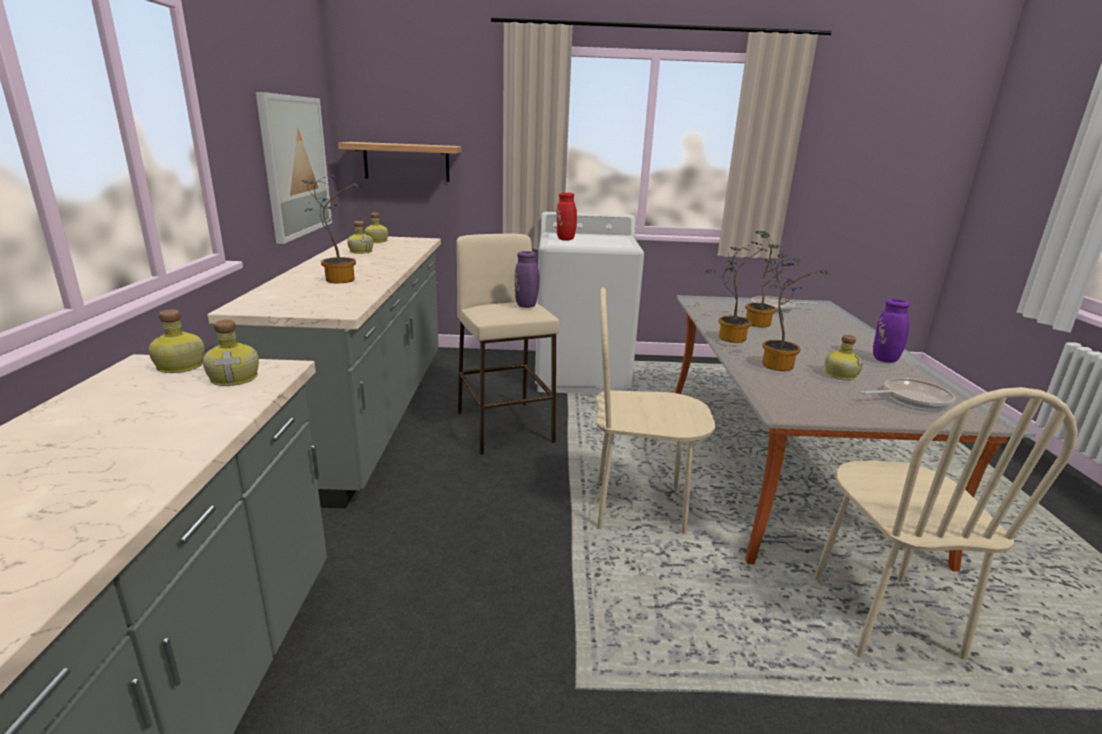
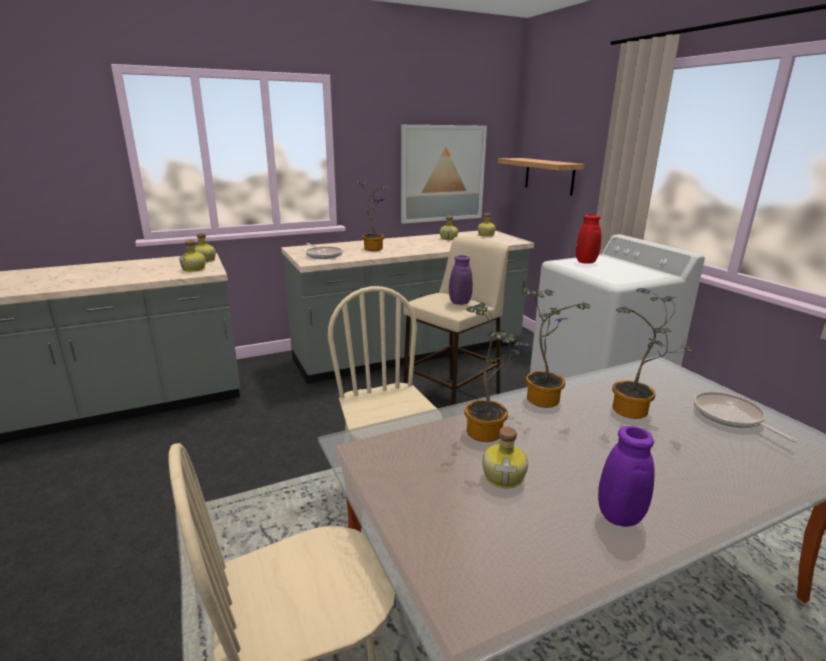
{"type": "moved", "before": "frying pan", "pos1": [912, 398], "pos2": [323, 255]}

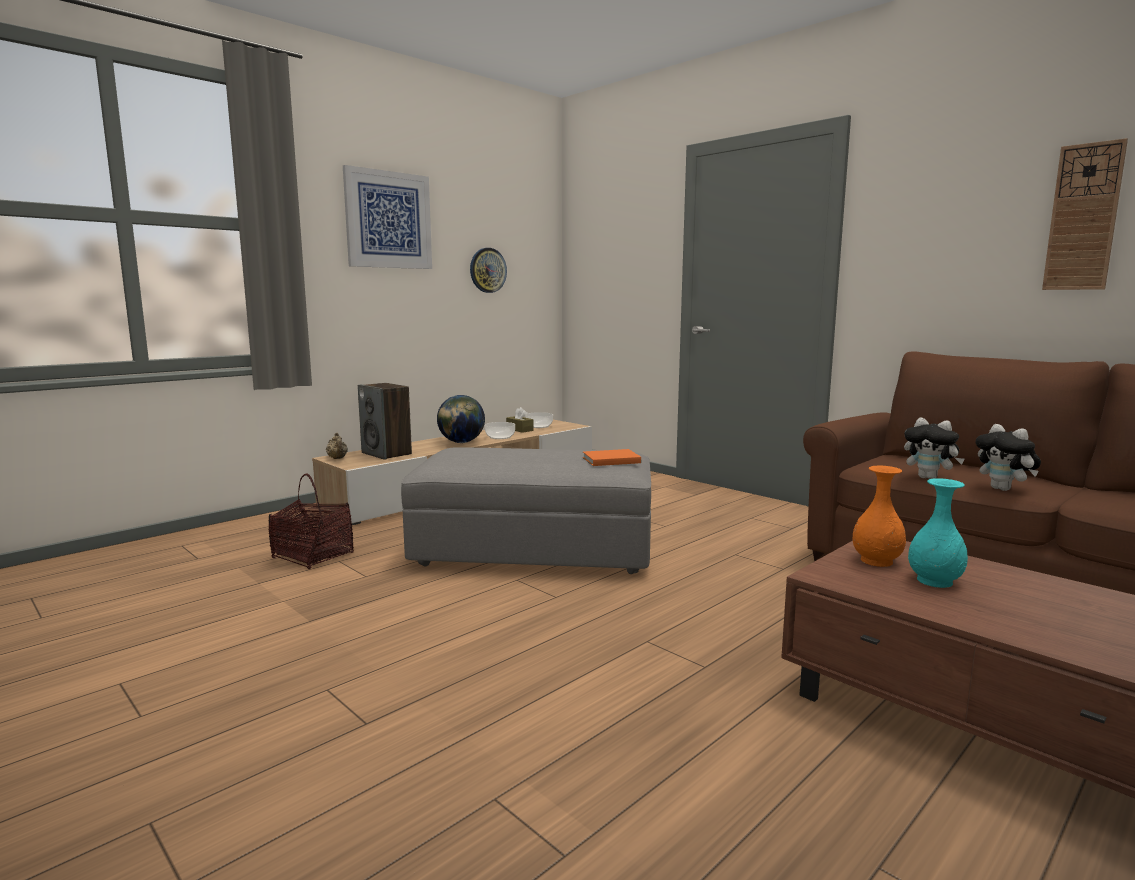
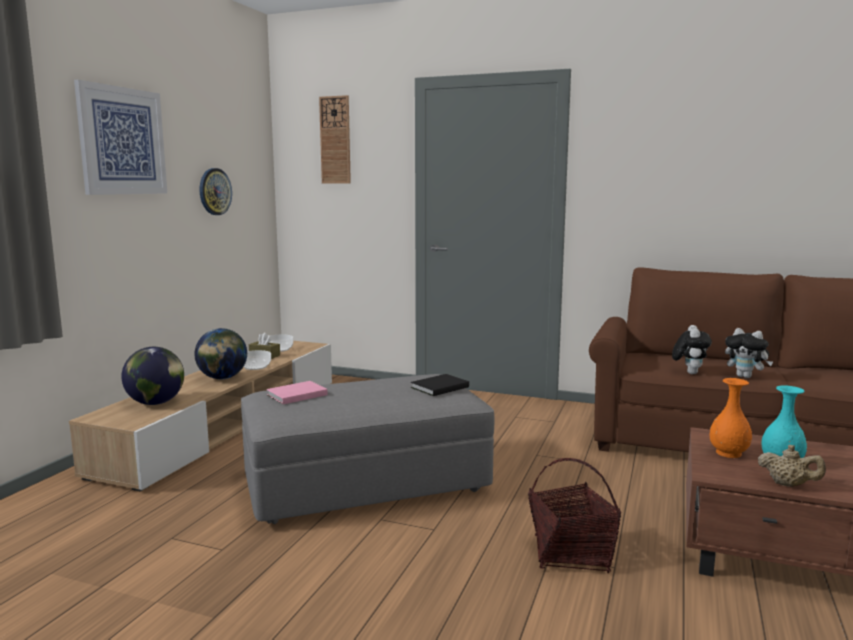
{"type": "moved", "before": "storage basket", "pos1": [313, 556], "pos2": [571, 554]}
{"type": "moved", "before": "beige pot for tea", "pos1": [337, 458], "pos2": [788, 485]}
{"type": "replaced", "before": "loudspeaker", "after": "desk globe", "pos1": [387, 453], "pos2": [156, 403]}
{"type": "recoloured", "before": "orange bound book", "after": "blackish bound book", "pos1": [609, 460], "pos2": [438, 387]}
{"type": "turned", "before": "soft toy", "pos1": [929, 478], "pos2": [689, 372], "turn": -90}
{"type": "moved", "before": "clock on the wall", "pos1": [1083, 217], "pos2": [335, 140]}
{"type": "added", "after": "pink-coloured bound book", "pos2": [295, 395]}

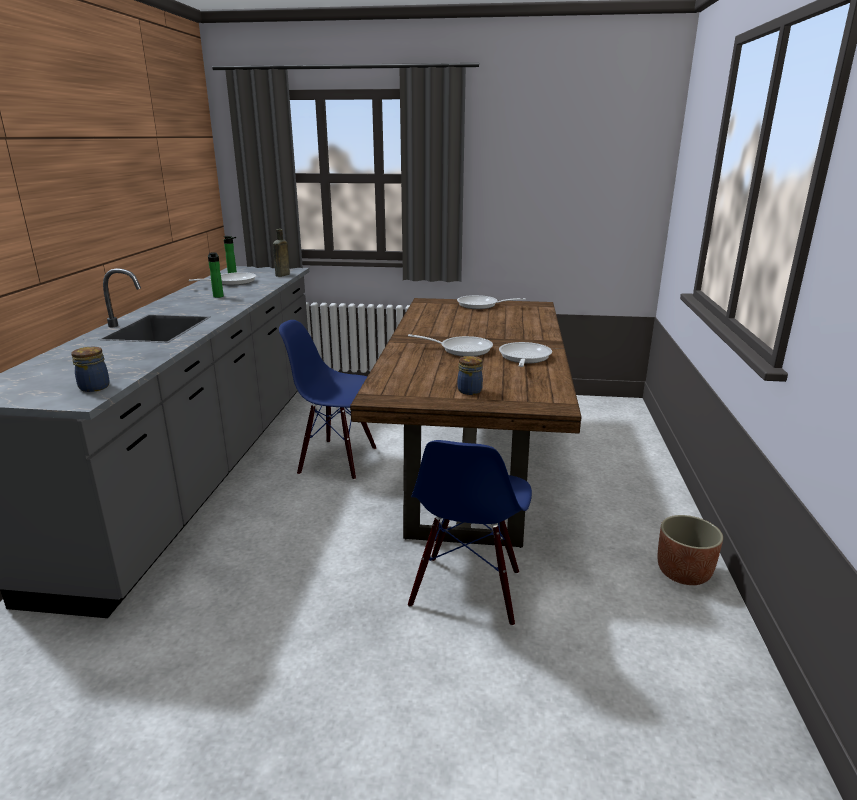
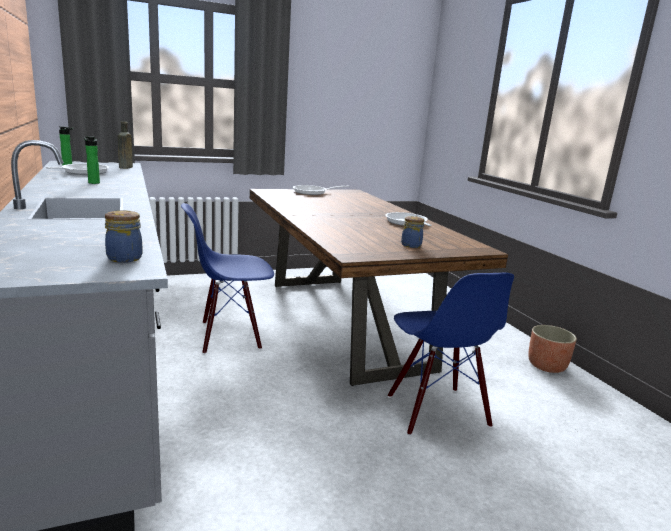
{"type": "removed", "before": "frying pan", "pos1": [461, 349]}

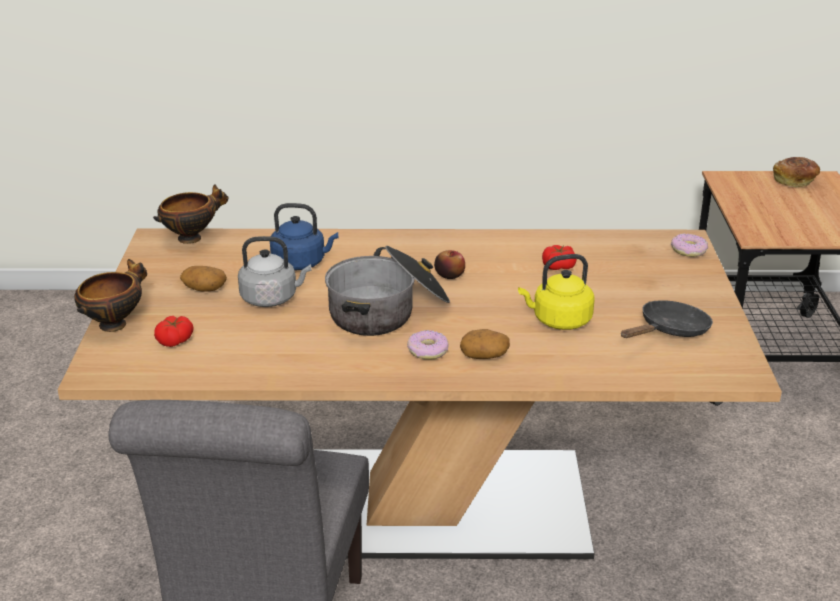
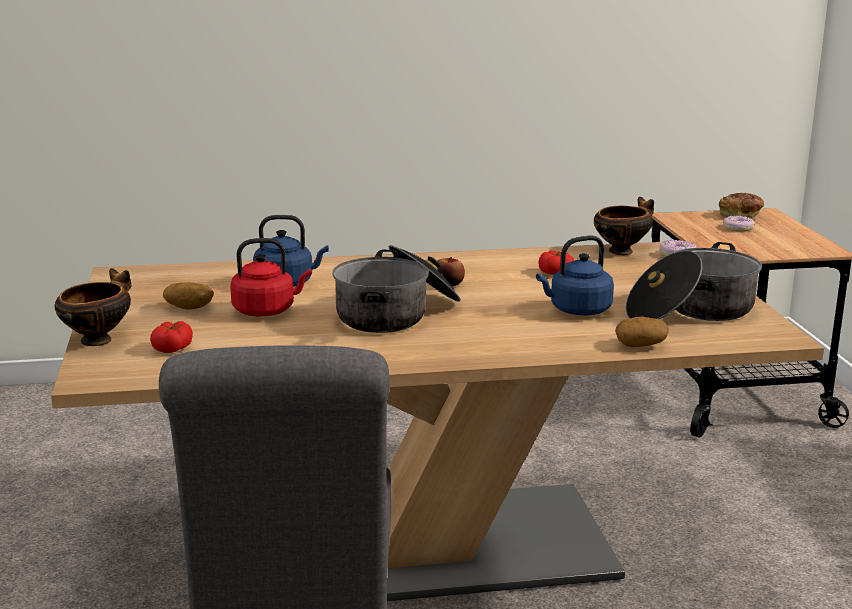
{"type": "moved", "before": "serving bowl", "pos1": [192, 237], "pos2": [622, 251]}
{"type": "recoloured", "before": "greyish tea kettle", "after": "red tea kettle", "pos1": [272, 298], "pos2": [267, 311]}
{"type": "moved", "before": "doughnut", "pos1": [427, 351], "pos2": [737, 228]}
{"type": "moved", "before": "whole potato", "pos1": [484, 355], "pos2": [640, 345]}
{"type": "recoloured", "before": "yellow tea kettle", "after": "blue-coloured tea kettle", "pos1": [559, 321], "pos2": [577, 310]}
{"type": "replaced", "before": "blackish frying pan", "after": "saucepot", "pos1": [670, 331], "pos2": [691, 311]}

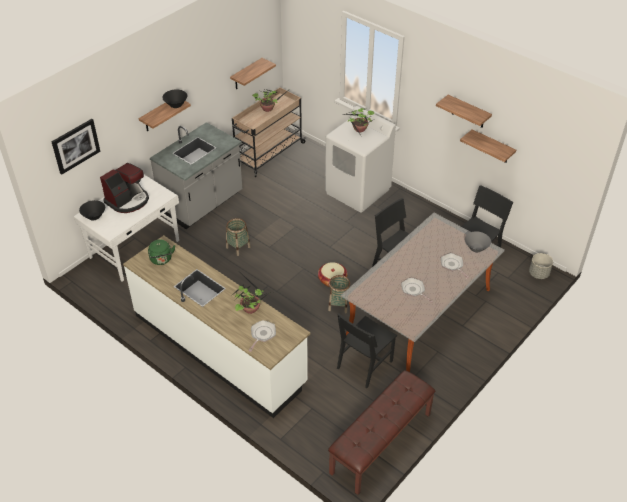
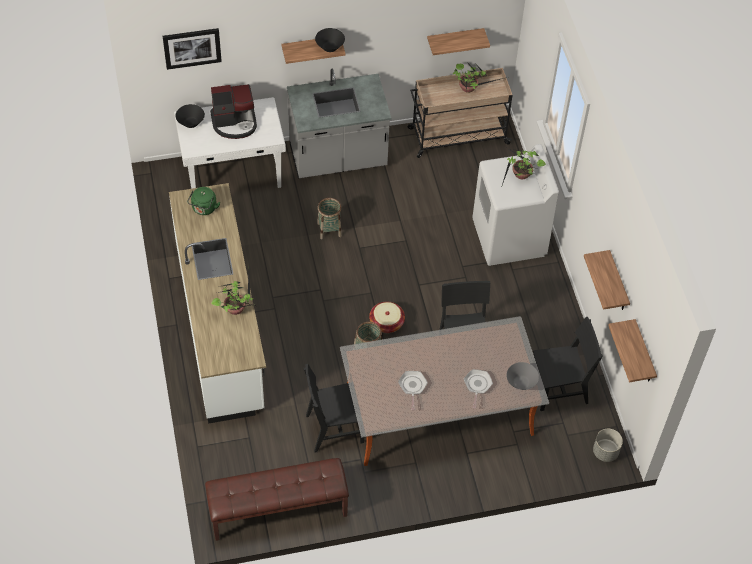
{"type": "removed", "before": "frying pan", "pos1": [262, 335]}
{"type": "moved", "before": "bracket shelf", "pos1": [468, 112], "pos2": [643, 354]}

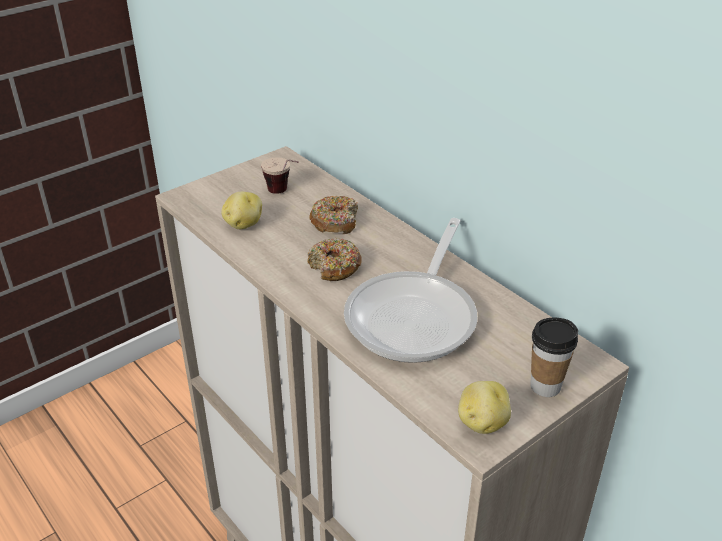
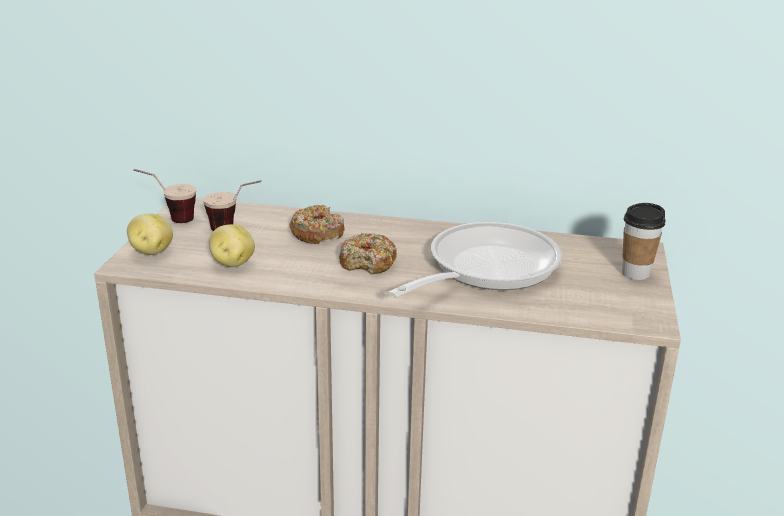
{"type": "turned", "before": "frying pan", "pos1": [416, 316], "pos2": [485, 269], "turn": -120}
{"type": "moved", "before": "whole potato", "pos1": [481, 422], "pos2": [150, 251]}
{"type": "added", "after": "cup", "pos2": [169, 219]}

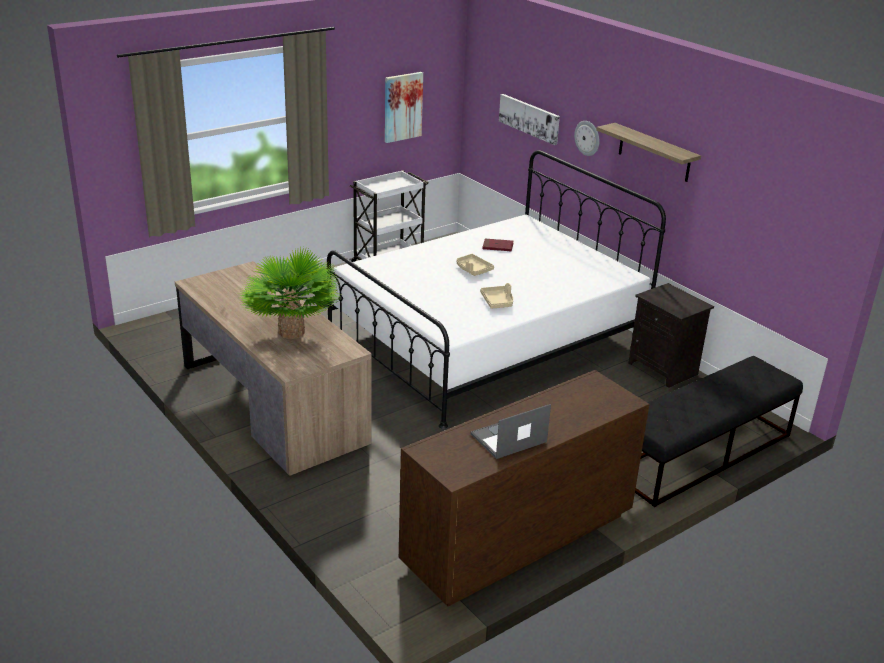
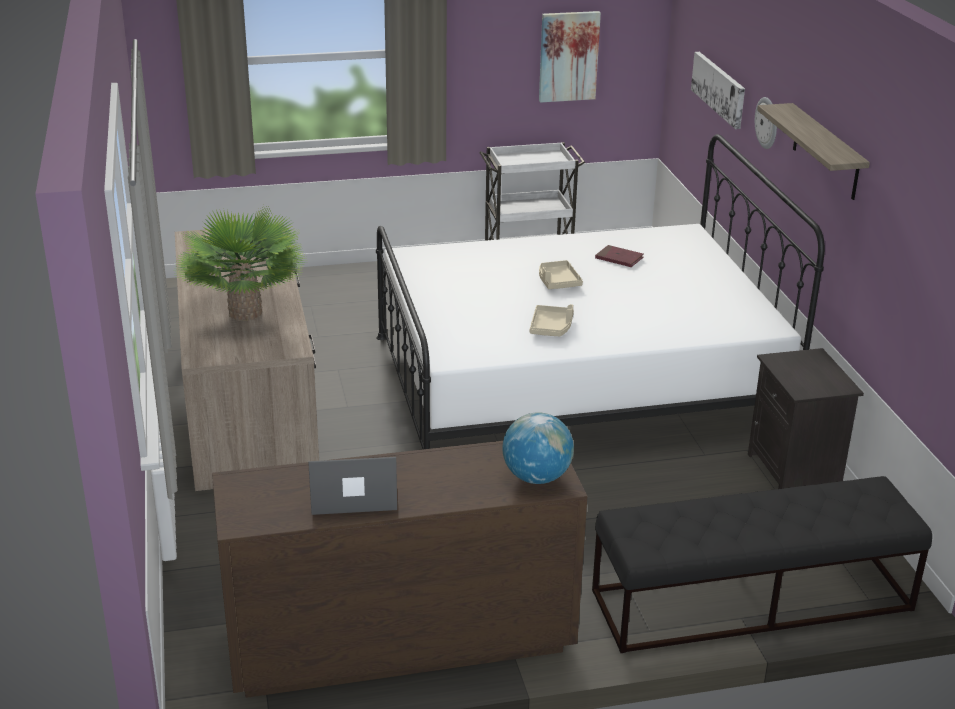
{"type": "added", "after": "desk globe", "pos2": [536, 477]}

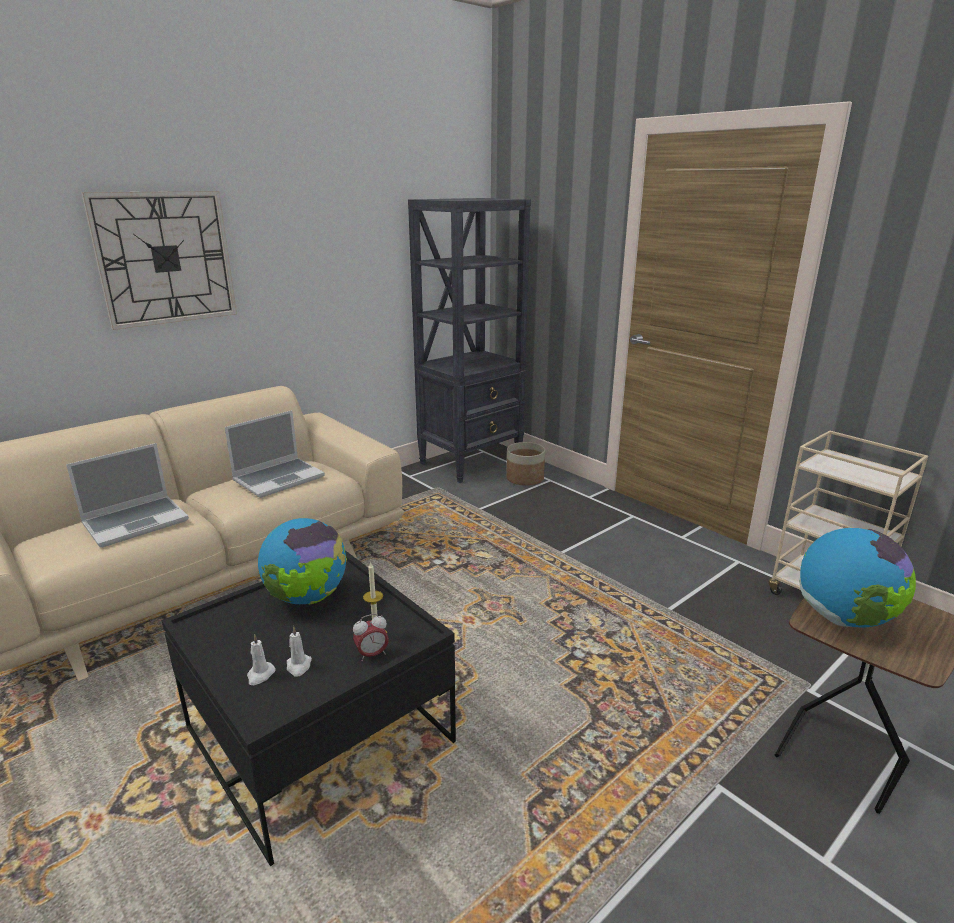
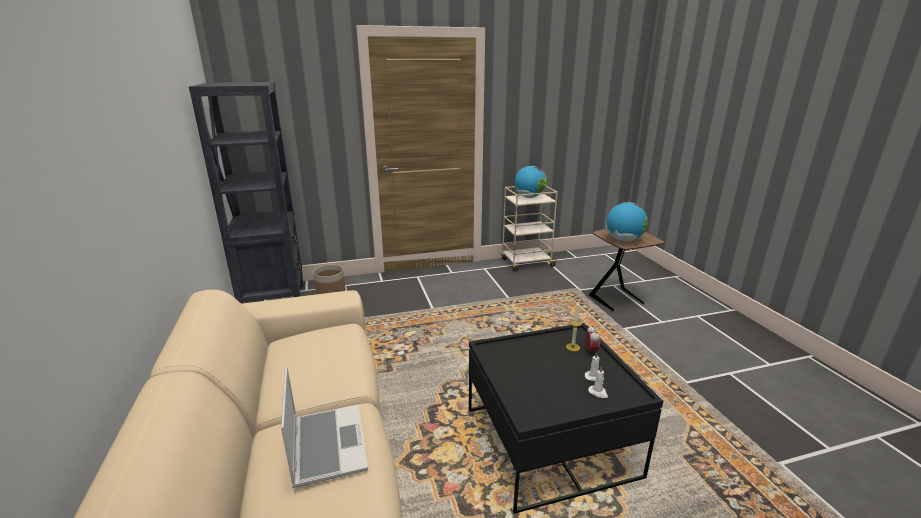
{"type": "removed", "before": "clock on the wall", "pos1": [165, 258]}
{"type": "removed", "before": "laptop", "pos1": [279, 478]}
{"type": "moved", "before": "desk globe", "pos1": [307, 597], "pos2": [529, 197]}

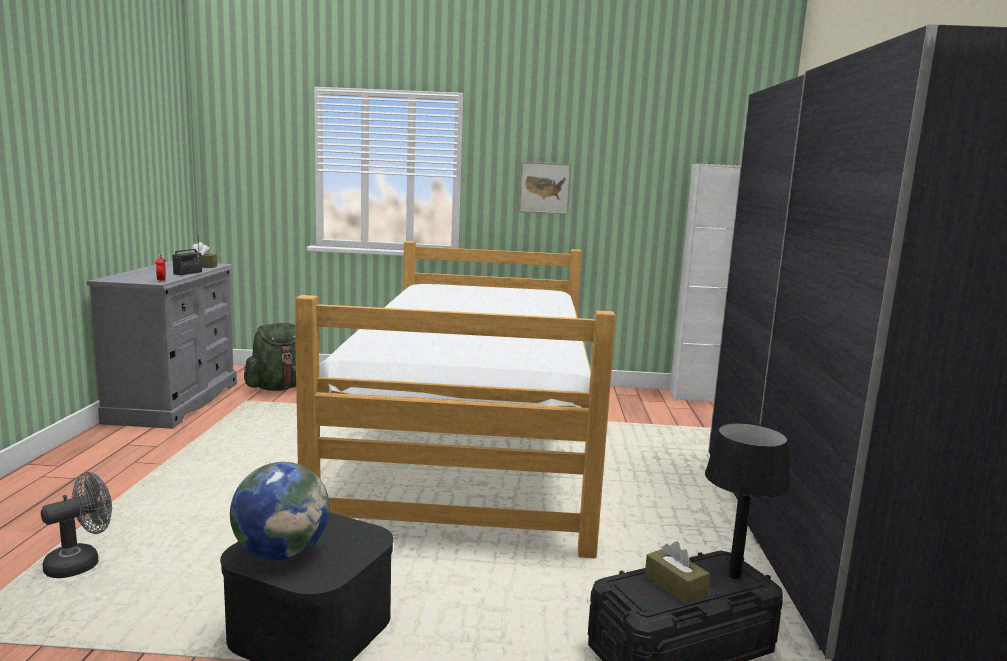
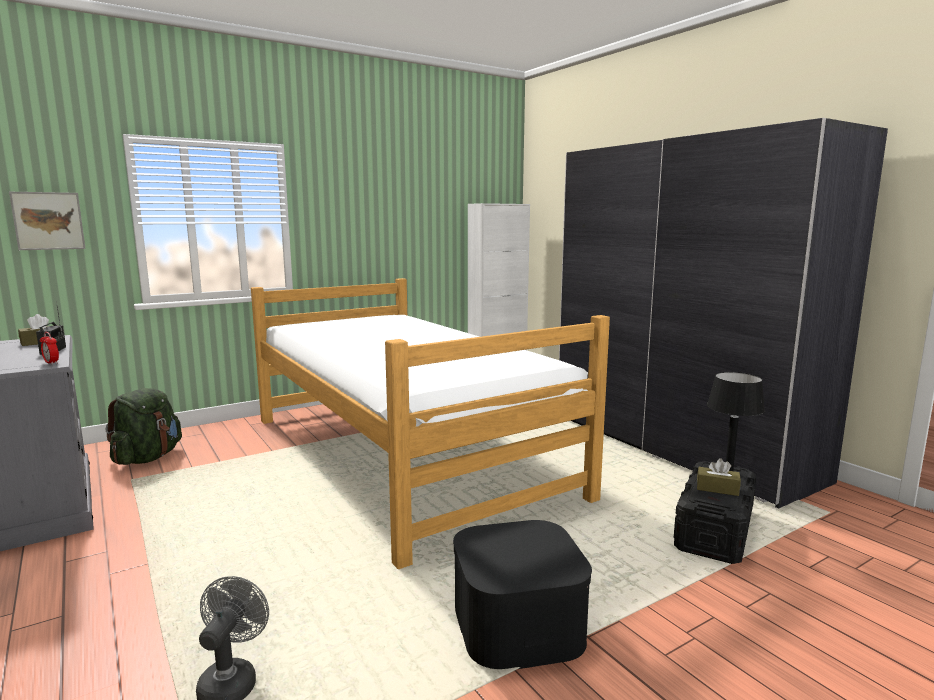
{"type": "removed", "before": "desk globe", "pos1": [281, 553]}
{"type": "moved", "before": "wall art", "pos1": [544, 188], "pos2": [48, 221]}

